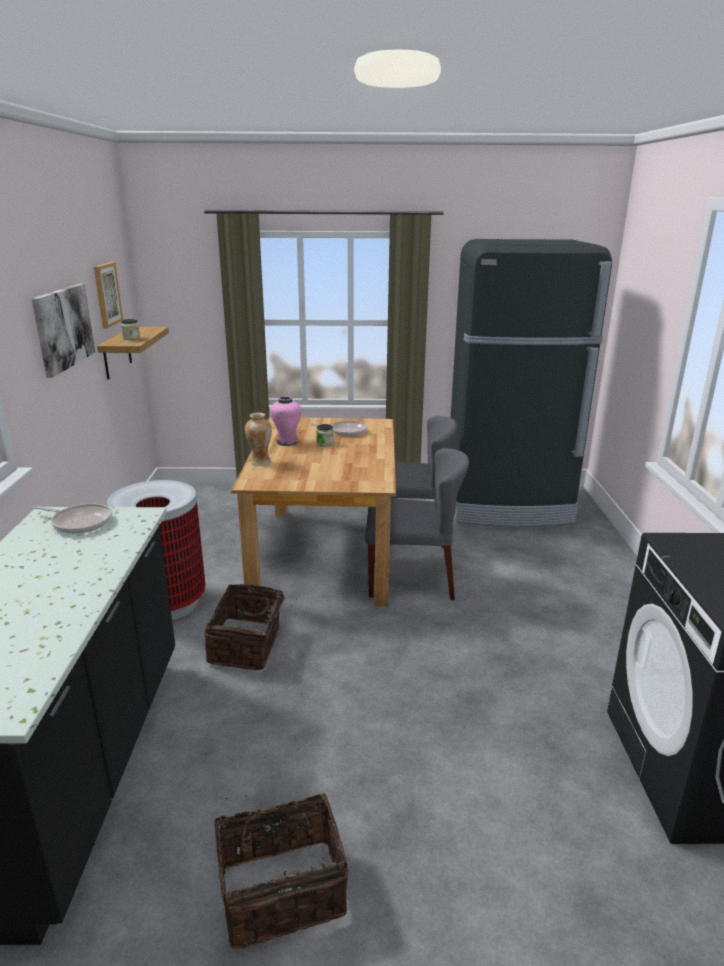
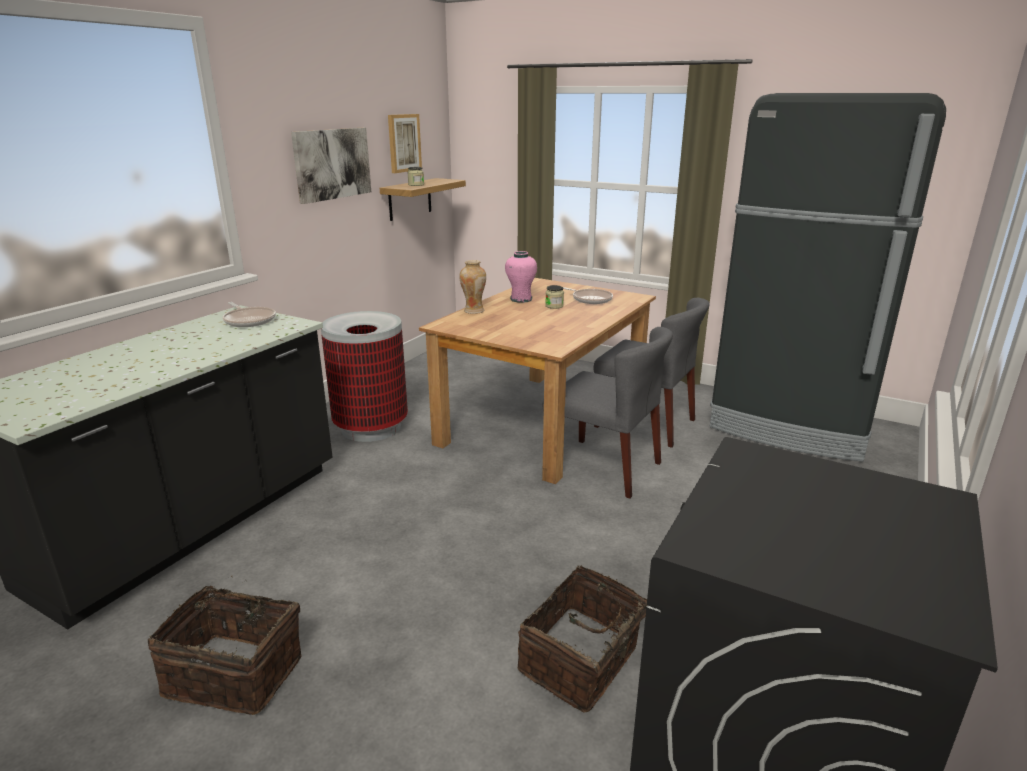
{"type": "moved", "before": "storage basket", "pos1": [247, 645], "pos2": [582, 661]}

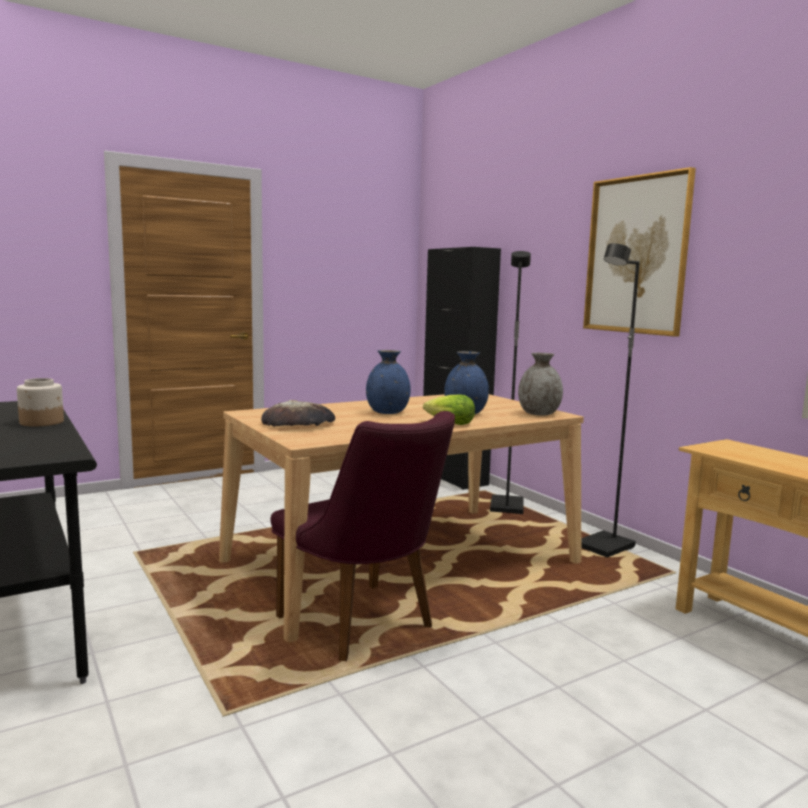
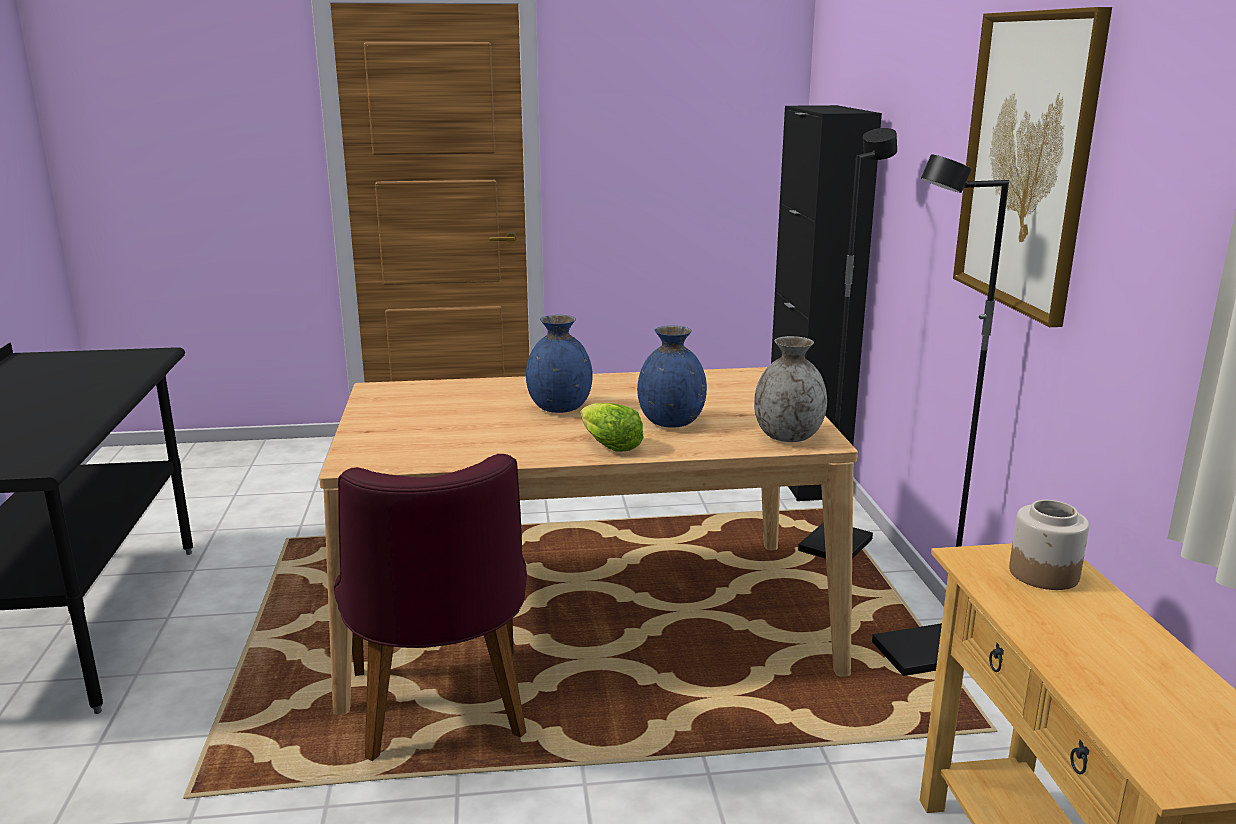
{"type": "moved", "before": "preserve jar", "pos1": [42, 422], "pos2": [1044, 574]}
{"type": "removed", "before": "bread", "pos1": [299, 423]}

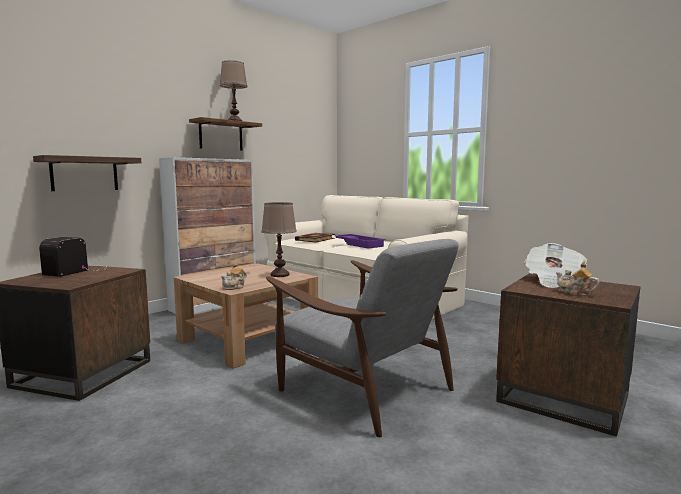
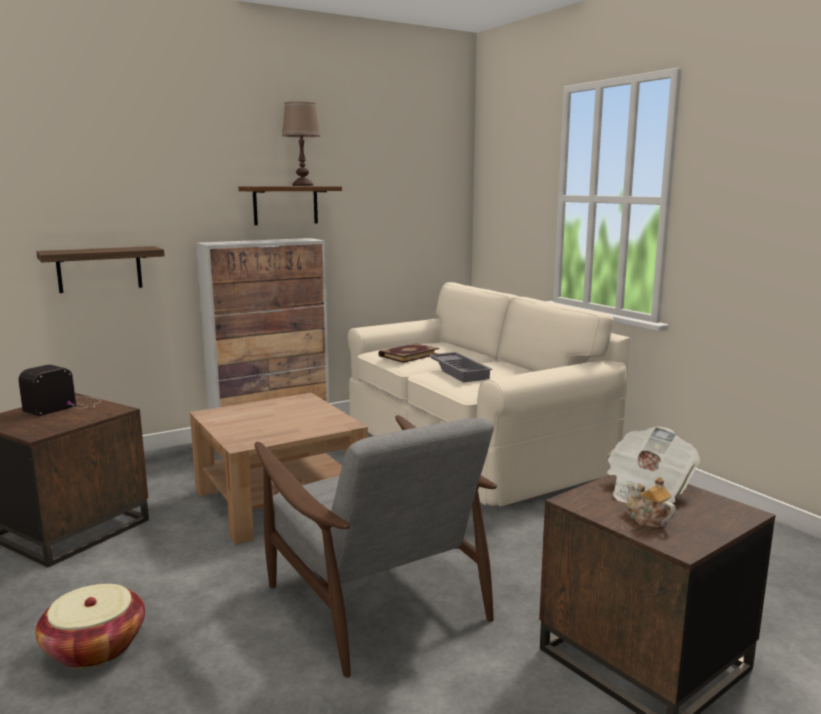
{"type": "removed", "before": "pot for tea", "pos1": [234, 287]}
{"type": "removed", "before": "brown-coloured tabletop lamp", "pos1": [279, 275]}
{"type": "recoloured", "before": "purple-coloured tray", "after": "greyish tray", "pos1": [360, 244], "pos2": [460, 371]}
{"type": "added", "after": "storage basket", "pos2": [95, 647]}

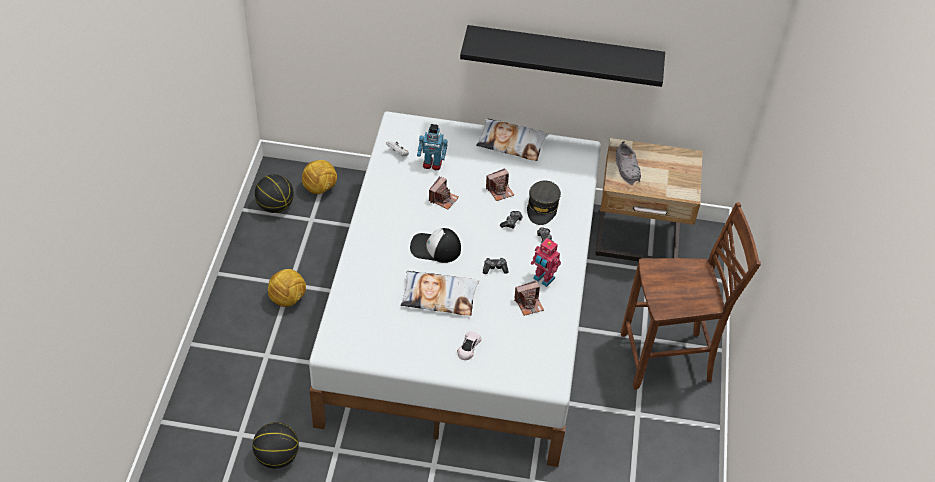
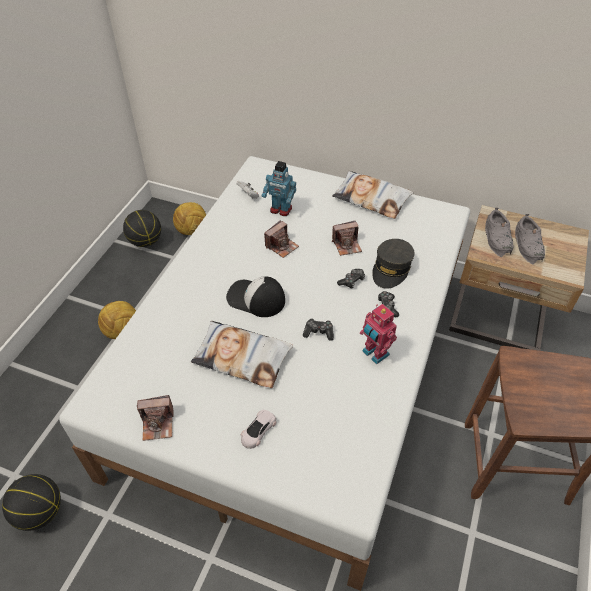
{"type": "removed", "before": "blackish bracket shelf", "pos1": [563, 54]}
{"type": "moved", "before": "still camera", "pos1": [529, 304], "pos2": [158, 424]}
{"type": "added", "after": "greyish low shoe", "pos2": [528, 244]}

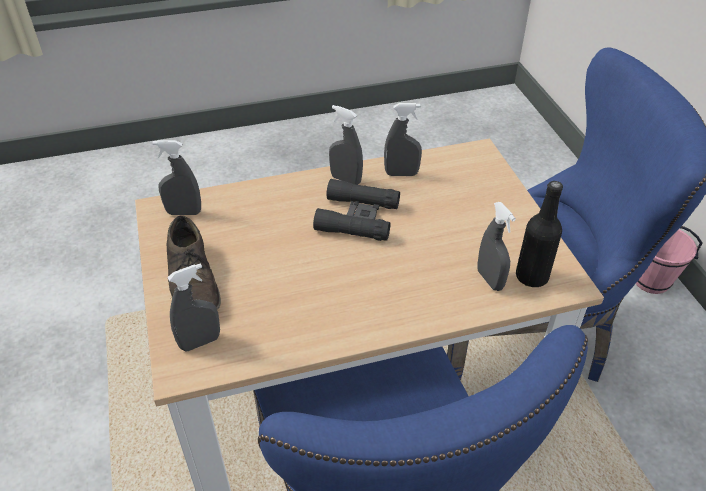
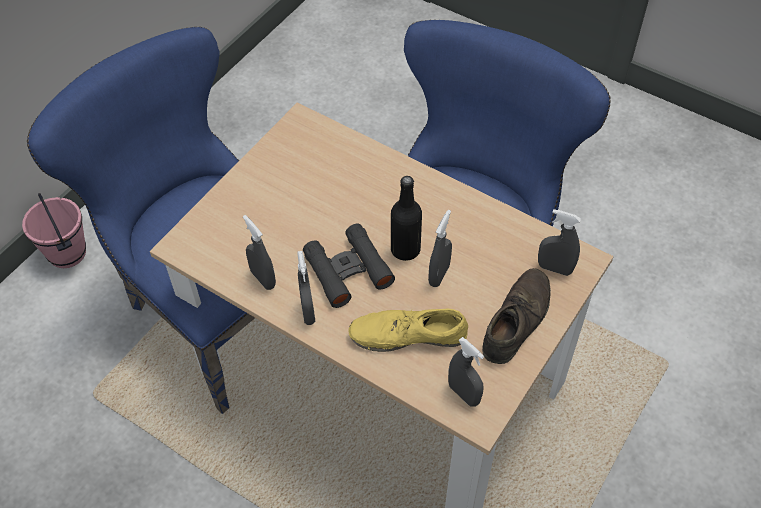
{"type": "moved", "before": "greyish sprayer", "pos1": [490, 280], "pos2": [439, 275]}
{"type": "moved", "before": "blackish drink bottle", "pos1": [531, 277], "pos2": [405, 250]}
{"type": "added", "after": "yellow low shoe", "pos2": [408, 335]}

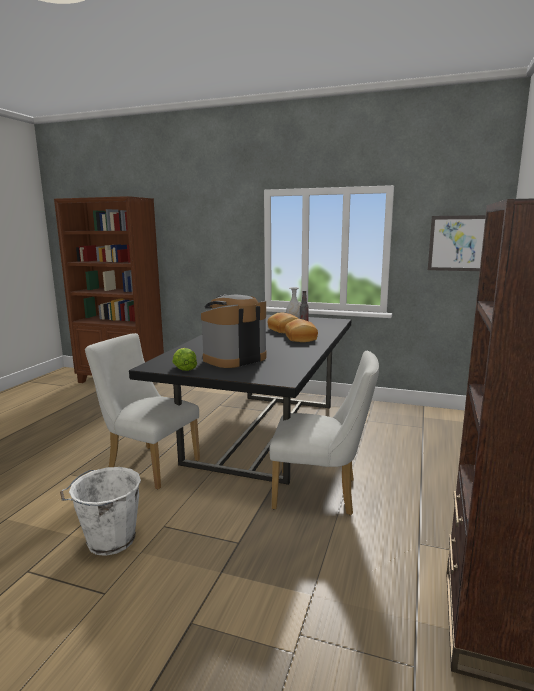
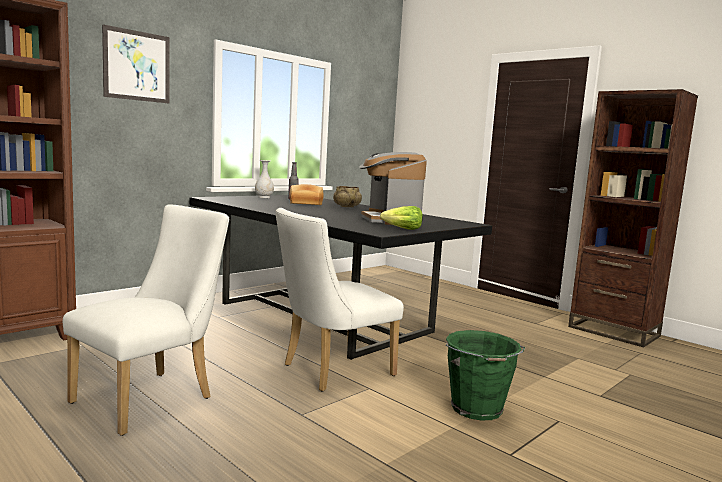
{"type": "recoloured", "before": "white pail", "after": "greenish pail", "pos1": [109, 541], "pos2": [477, 409]}
{"type": "moved", "before": "white plain chair", "pos1": [322, 494], "pos2": [152, 397]}
{"type": "replaced", "before": "bread", "after": "beige serving bowl", "pos1": [300, 338], "pos2": [346, 206]}
{"type": "moved", "before": "wall art", "pos1": [458, 243], "pos2": [137, 66]}

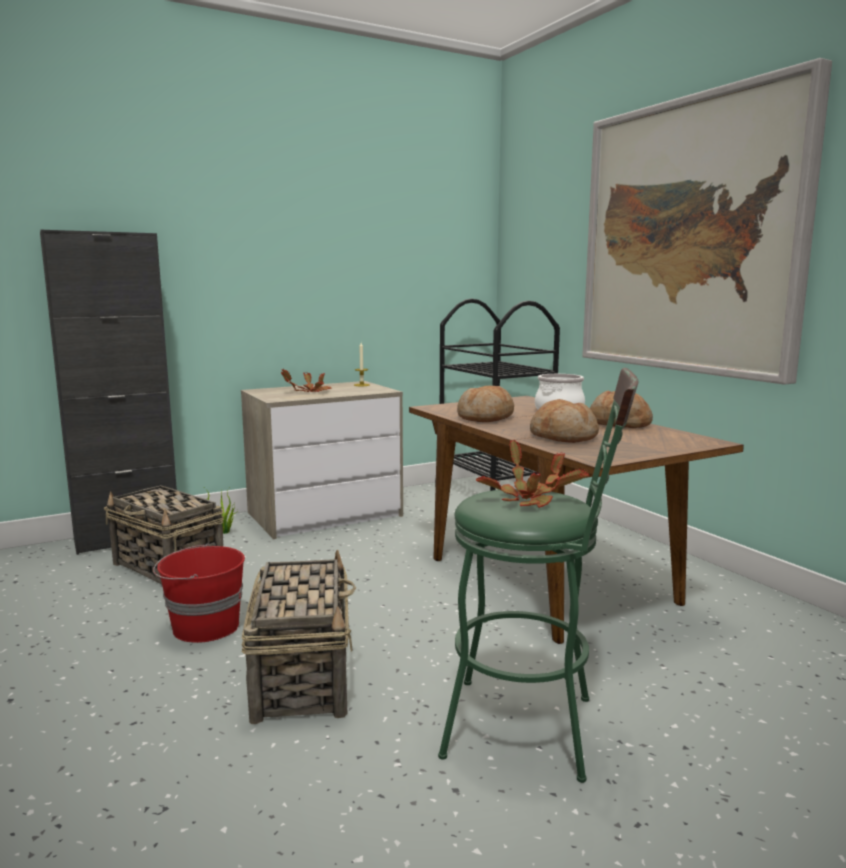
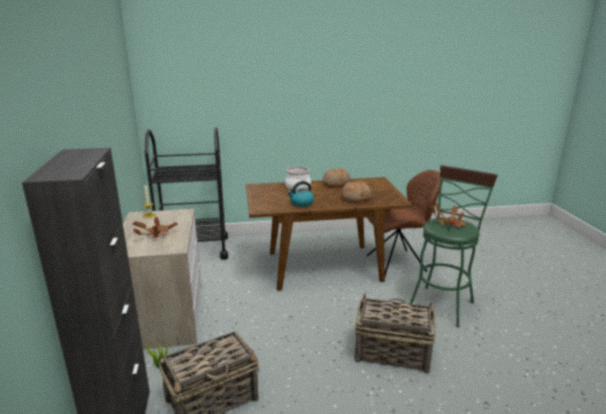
{"type": "removed", "before": "red pail", "pos1": [204, 627]}
{"type": "replaced", "before": "bread", "after": "tea kettle", "pos1": [486, 418], "pos2": [301, 203]}
{"type": "removed", "before": "wall art", "pos1": [688, 237]}
{"type": "added", "after": "brown-coloured plain chair", "pos2": [398, 263]}

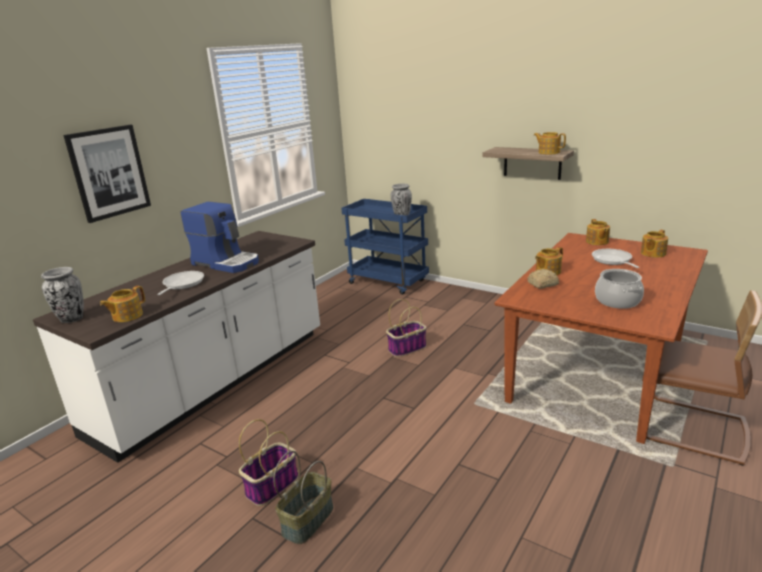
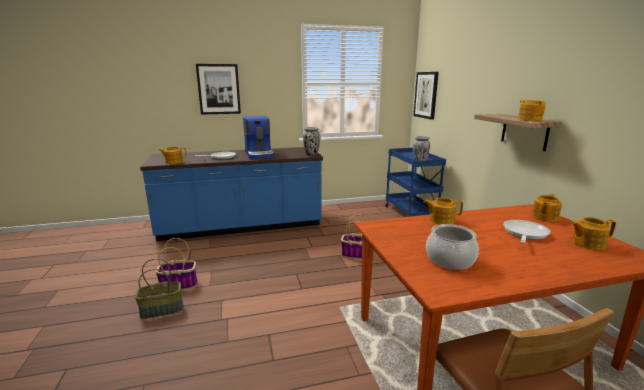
{"type": "recoloured", "before": "white kitchen base unit", "after": "blue-coloured kitchen base unit", "pos1": [215, 381], "pos2": [241, 226]}
{"type": "moved", "before": "vase", "pos1": [71, 319], "pos2": [311, 155]}
{"type": "removed", "before": "bread", "pos1": [541, 284]}
{"type": "added", "after": "wall art", "pos2": [426, 95]}

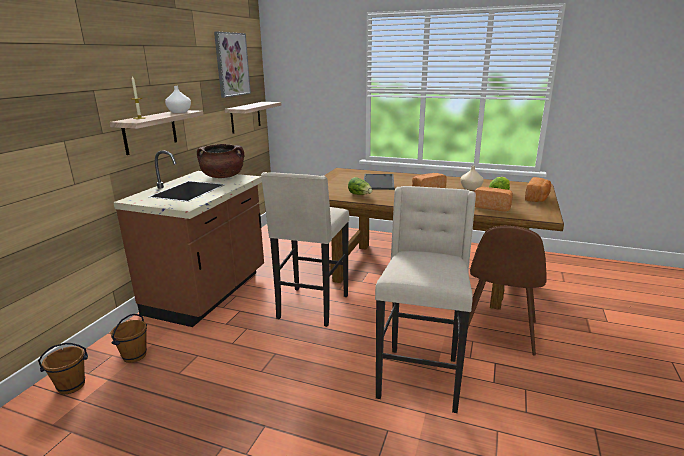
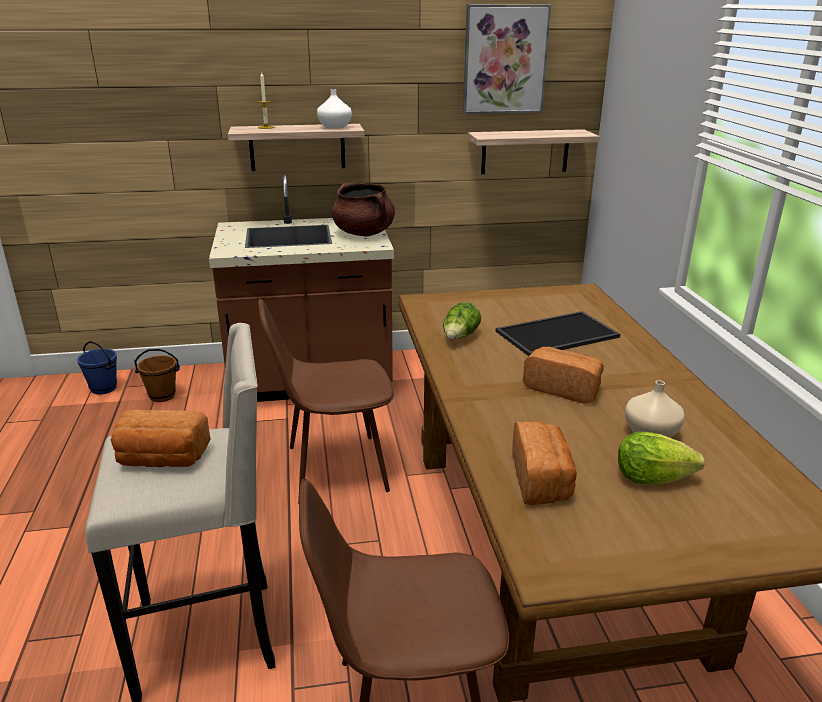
{"type": "recoloured", "before": "brown-coloured pail", "after": "blue-coloured pail", "pos1": [71, 386], "pos2": [103, 388]}
{"type": "replaced", "before": "beige stool", "after": "brown-coloured plain chair", "pos1": [311, 307], "pos2": [333, 469]}
{"type": "moved", "before": "bread", "pos1": [537, 198], "pos2": [162, 459]}

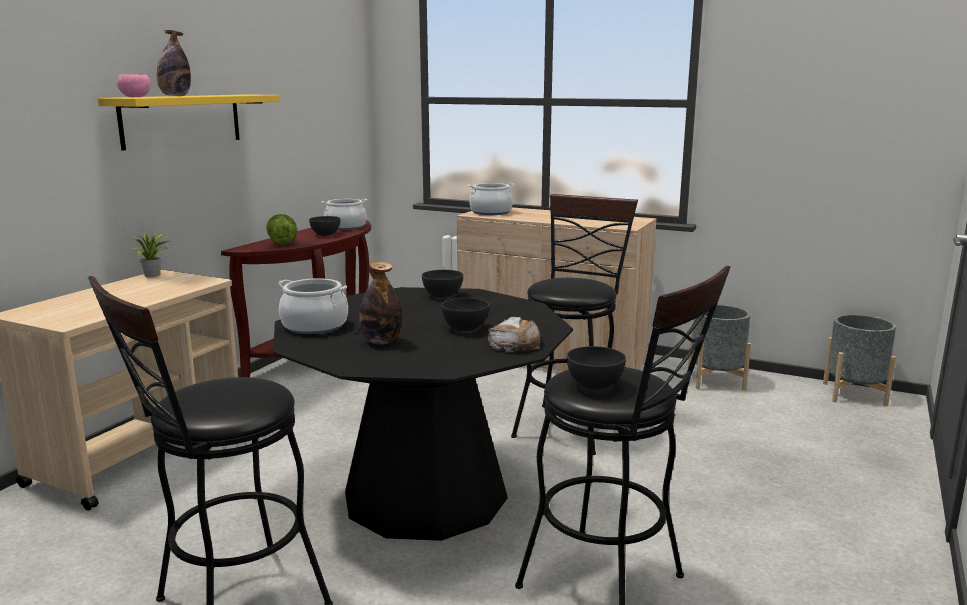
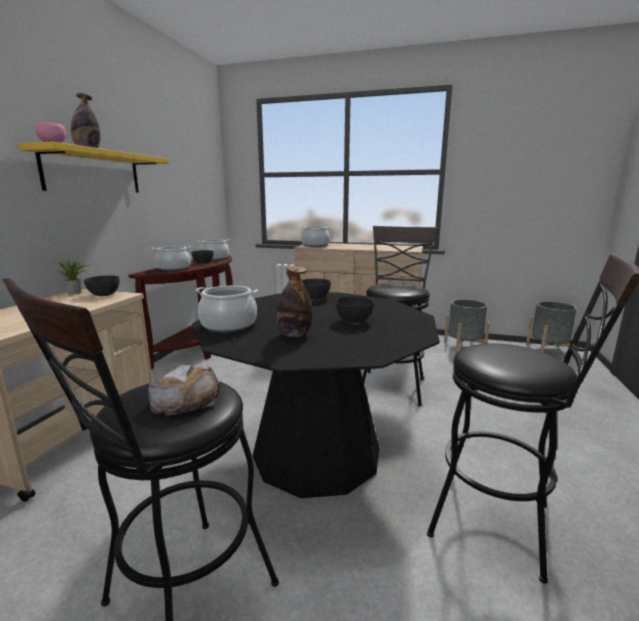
{"type": "replaced", "before": "lettuce head", "after": "saucepot", "pos1": [282, 243], "pos2": [174, 268]}
{"type": "moved", "before": "bread", "pos1": [514, 344], "pos2": [186, 398]}
{"type": "moved", "before": "greyish serving bowl", "pos1": [594, 385], "pos2": [104, 295]}

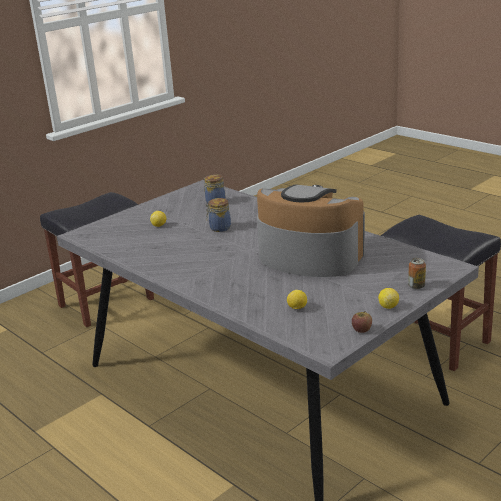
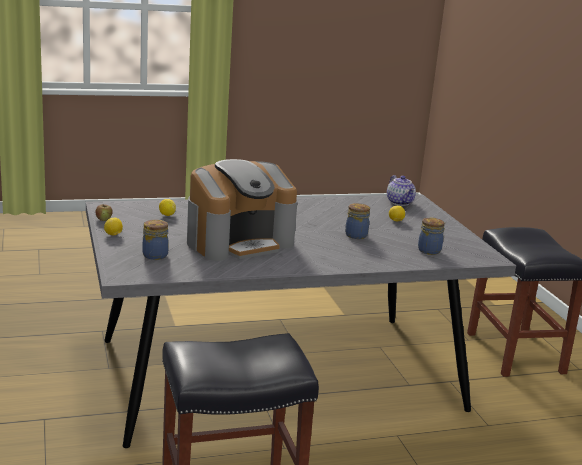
{"type": "removed", "before": "sealed can", "pos1": [416, 286]}
{"type": "added", "after": "preserve jar", "pos2": [154, 255]}
{"type": "added", "after": "pot for tea", "pos2": [400, 202]}

